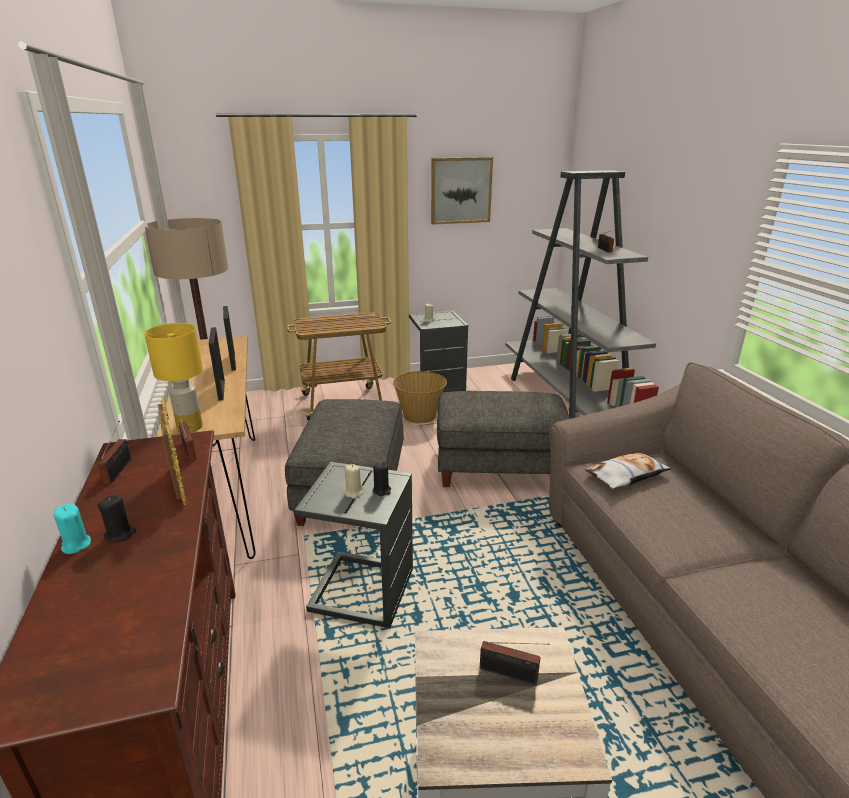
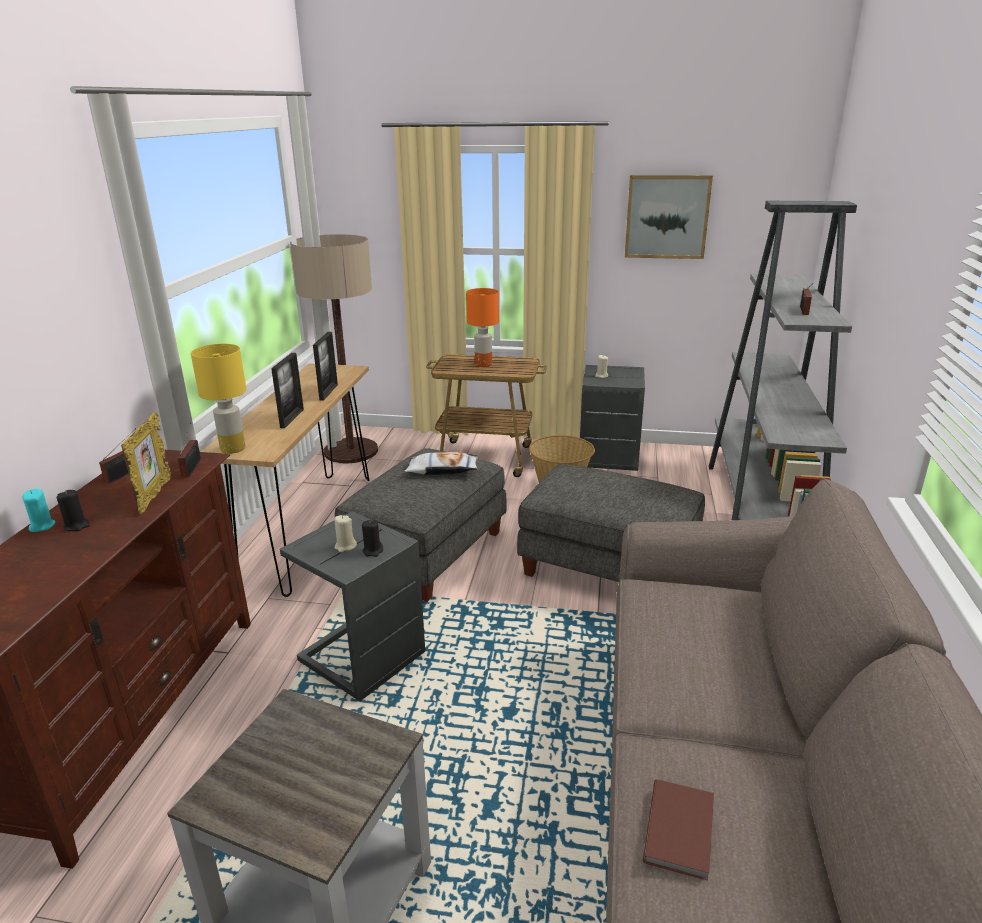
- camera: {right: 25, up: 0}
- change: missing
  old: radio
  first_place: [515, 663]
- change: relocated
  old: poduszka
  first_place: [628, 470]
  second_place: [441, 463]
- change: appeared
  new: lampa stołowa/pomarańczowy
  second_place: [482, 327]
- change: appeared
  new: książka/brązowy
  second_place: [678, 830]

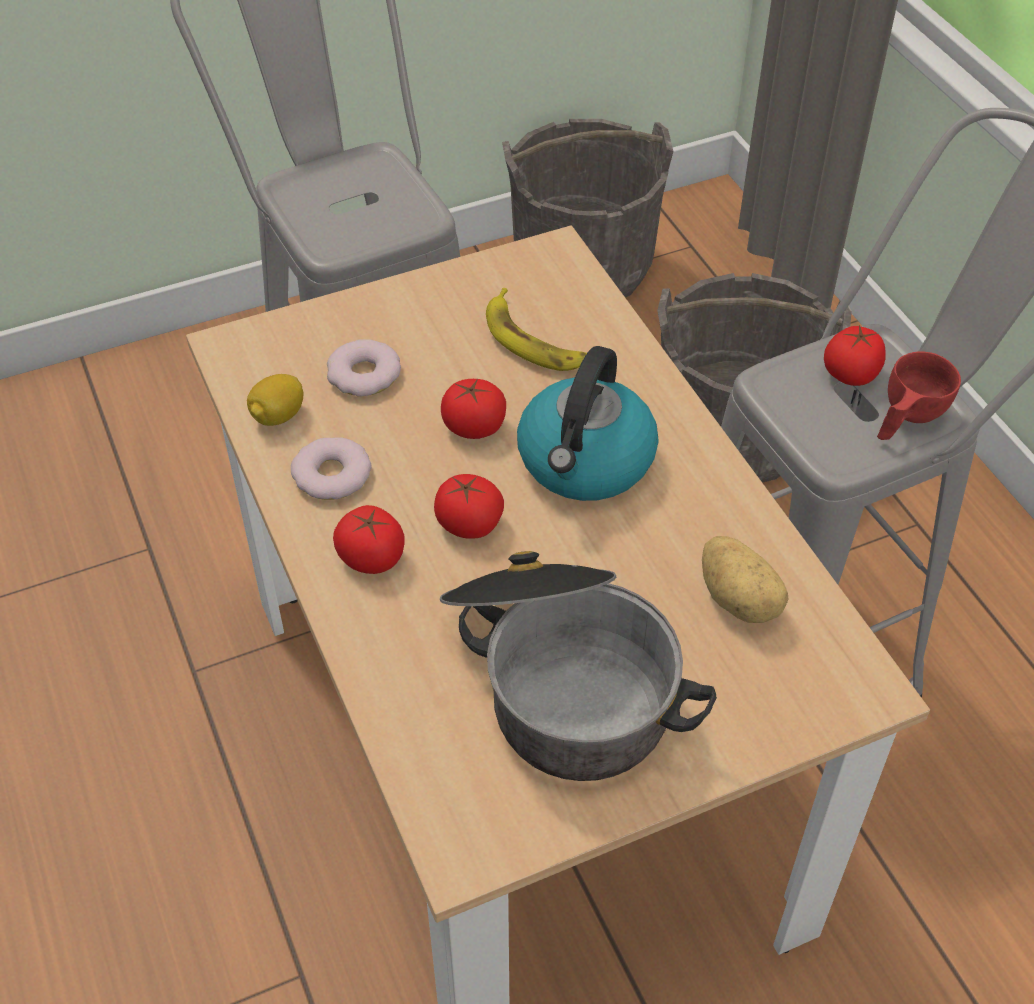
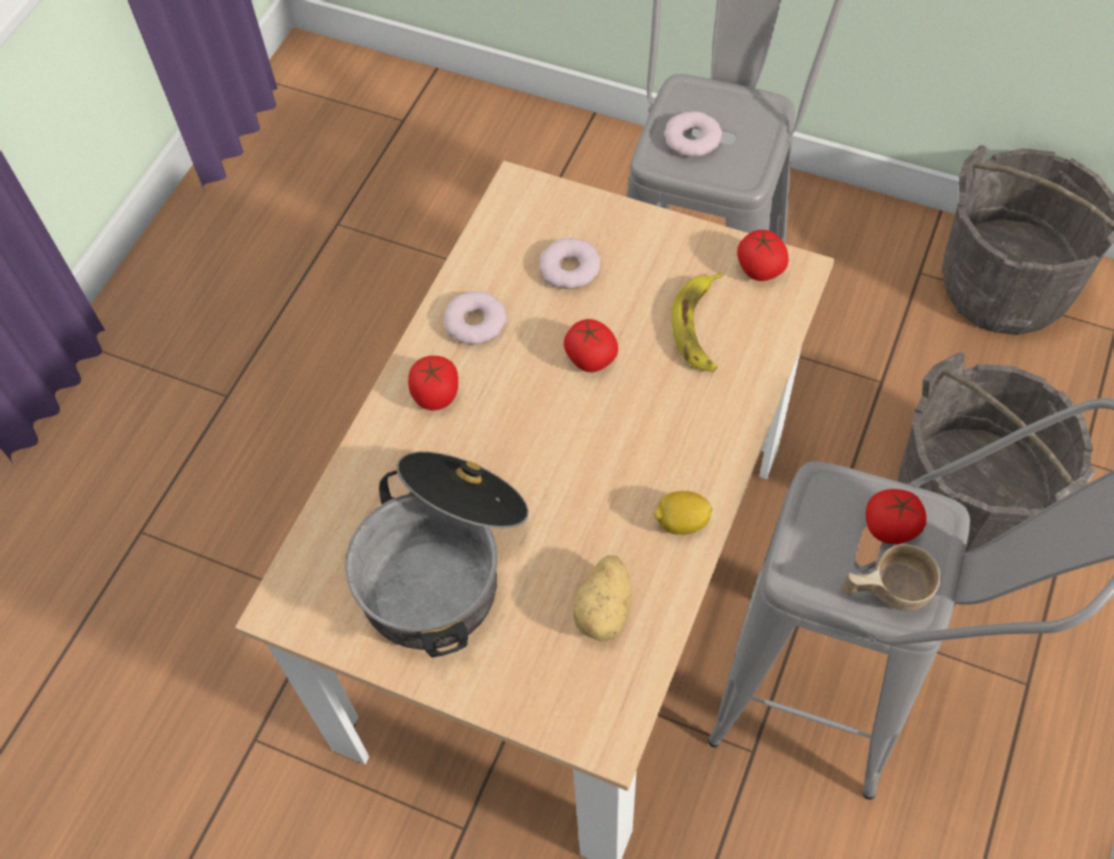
- camera: {right: 50, up: 10}
- change: relocated
  old: cytryna
  first_place: [275, 400]
  second_place: [683, 513]
- change: relocated
  old: pomidor
  first_place: [469, 506]
  second_place: [763, 255]
- change: missing
  old: czajnik
  first_place: [587, 423]
- change: colour
  old: filiżanka/czerwony
  new: filiżanka/beżowy
  first_place: [919, 396]
  second_place: [890, 577]
- change: appeared
  new: donut
  second_place: [693, 134]

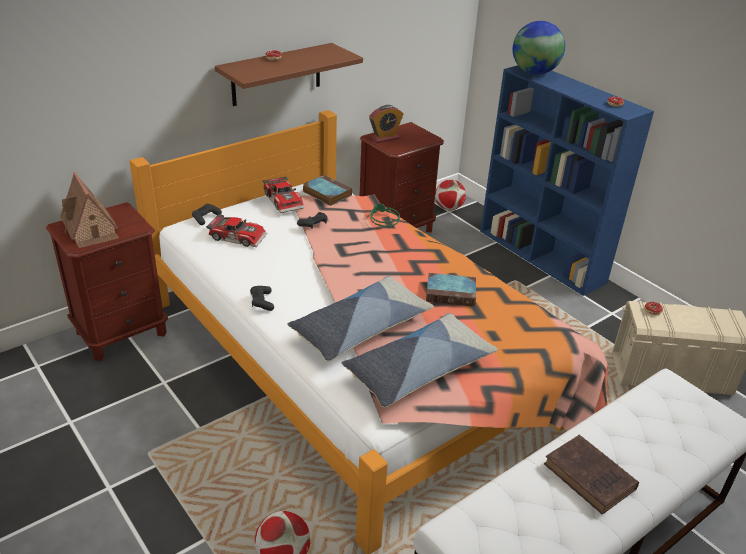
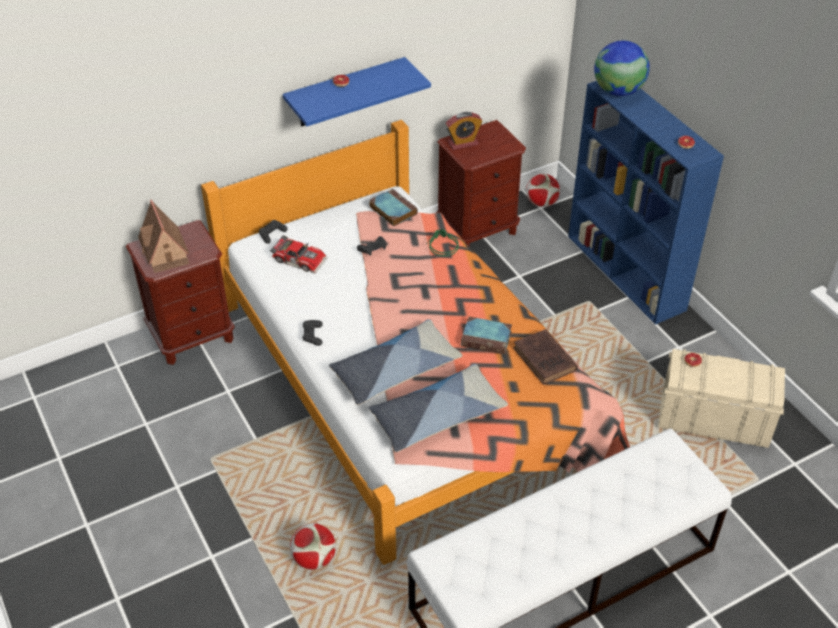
- camera: {right: 10, up: 10}
- change: colour
  old: półka/brązowy
  new: półka/niebieski
  first_place: [289, 74]
  second_place: [357, 92]
- change: missing
  old: samochodzik
  first_place: [283, 194]
- change: relocated
  old: książka/brązowy
  first_place: [591, 475]
  second_place: [545, 357]

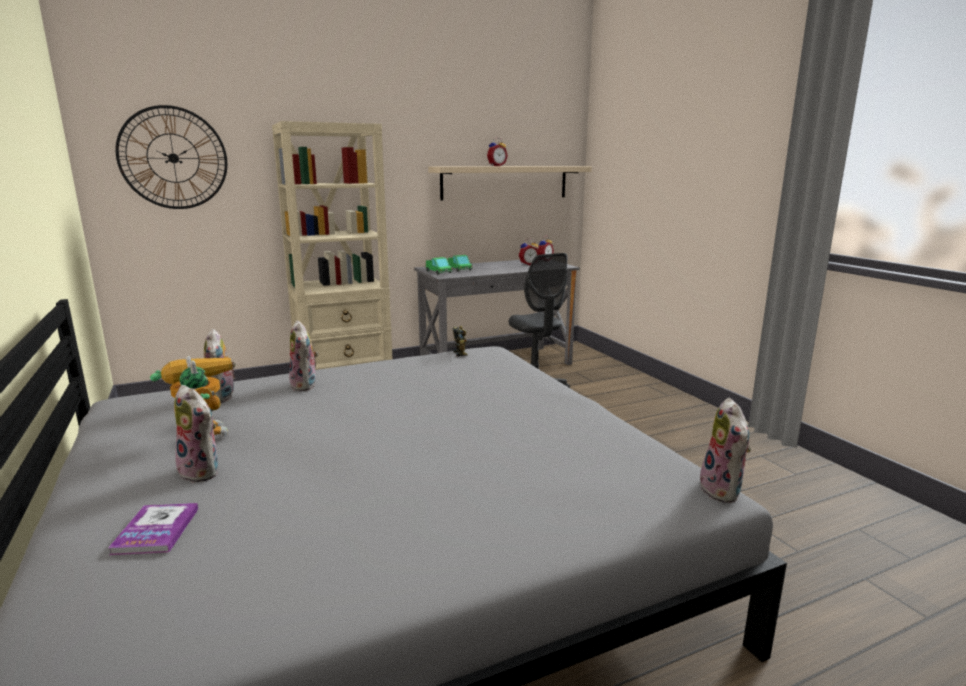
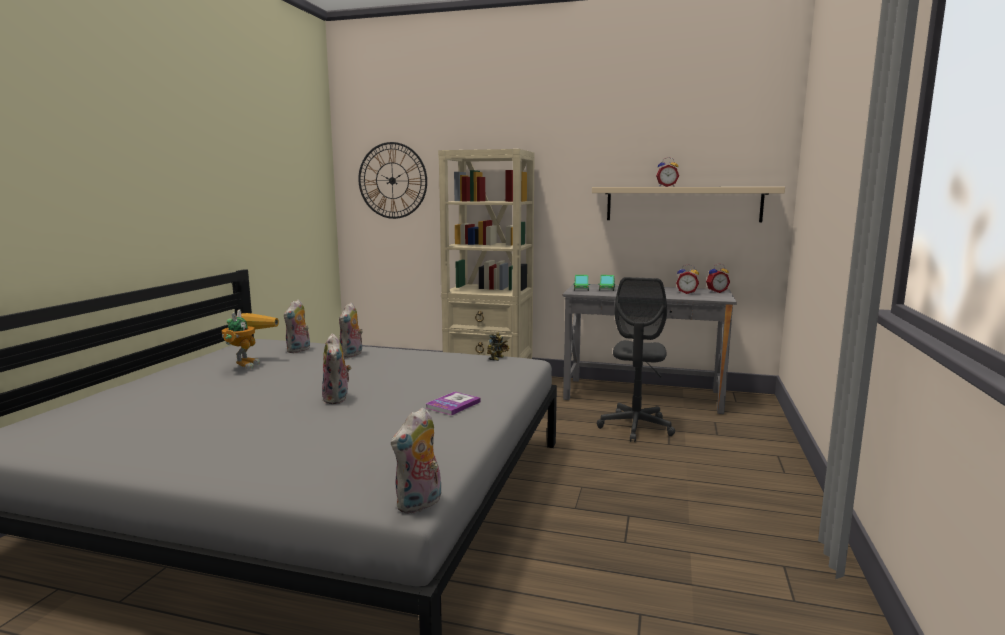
- camera: {right: 40, up: -5}
- change: relocated
  old: książka
  first_place: [153, 529]
  second_place: [453, 403]
- change: relocated
  old: pluszak
  first_place: [196, 434]
  second_place: [336, 368]

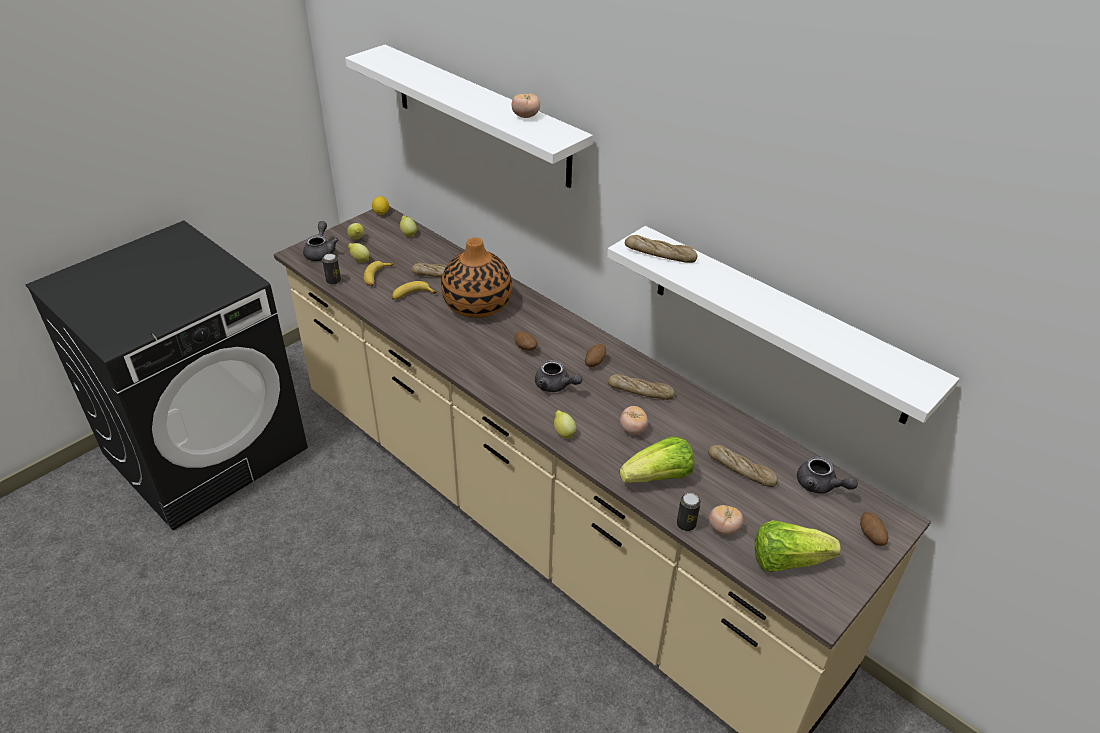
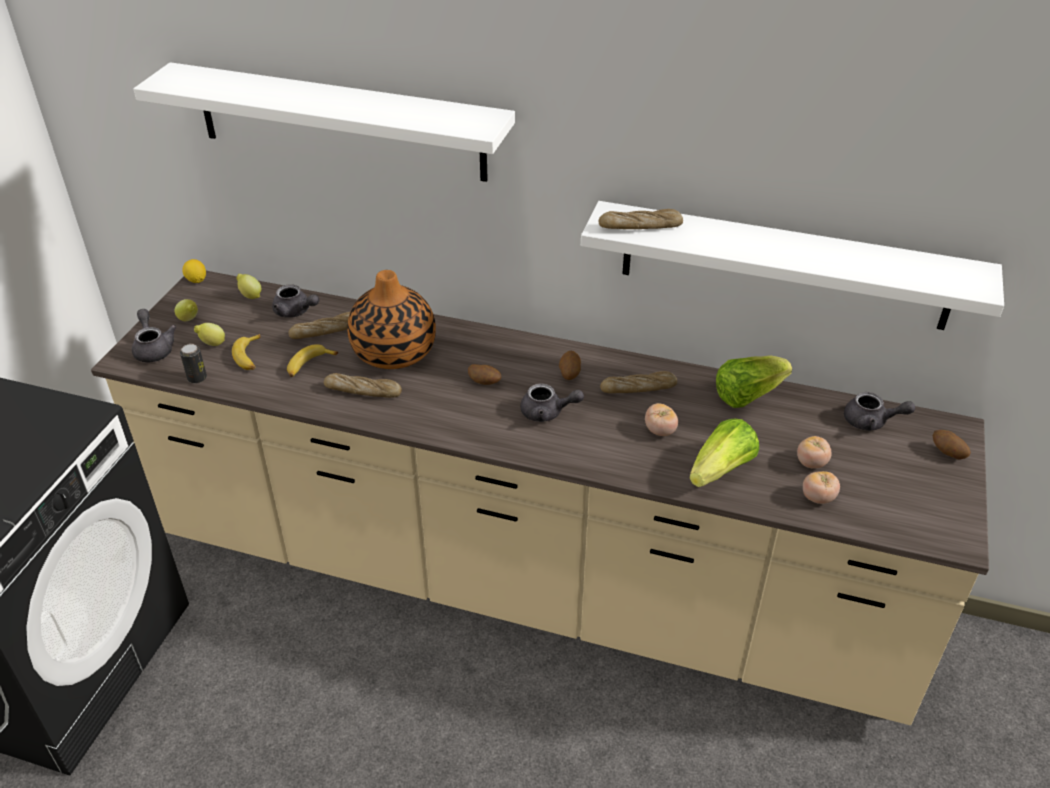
- camera: {right: -25, up: 0}
- change: relocated
  old: pomidor
  first_place: [526, 105]
  second_place: [814, 452]
- change: missing
  old: cytryna
  first_place: [565, 424]
- change: missing
  old: puszka
  first_place: [689, 512]
- change: relocated
  old: chleb
  first_place: [743, 466]
  second_place: [363, 385]
- change: relocated
  old: sałata
  first_place: [798, 546]
  second_place: [754, 381]
- change: appeared
  new: imbryk/szary
  second_place: [295, 301]

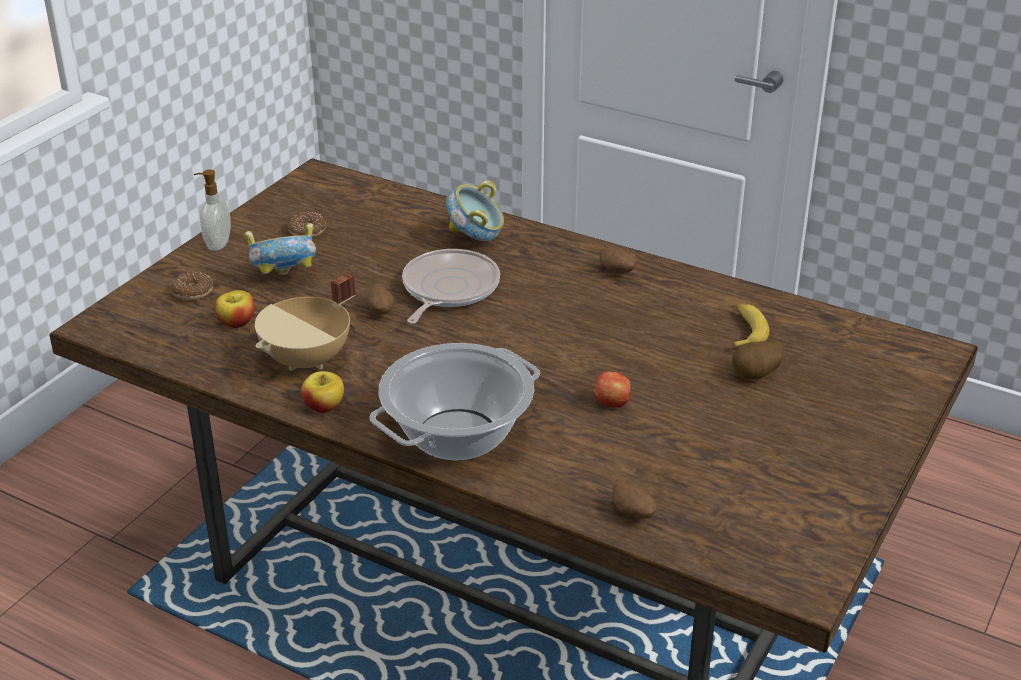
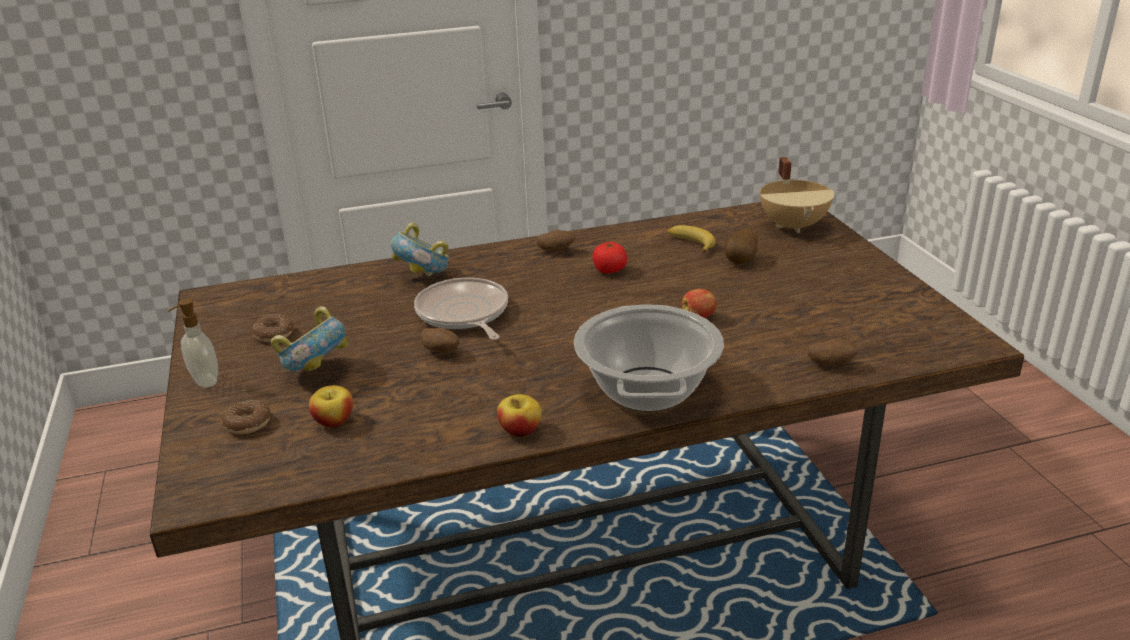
- camera: {right: -45, up: -5}
- change: relocated
  old: garnek/beżowy
  first_place: [305, 321]
  second_place: [797, 195]
- change: appeared
  new: pomidor
  second_place: [610, 258]

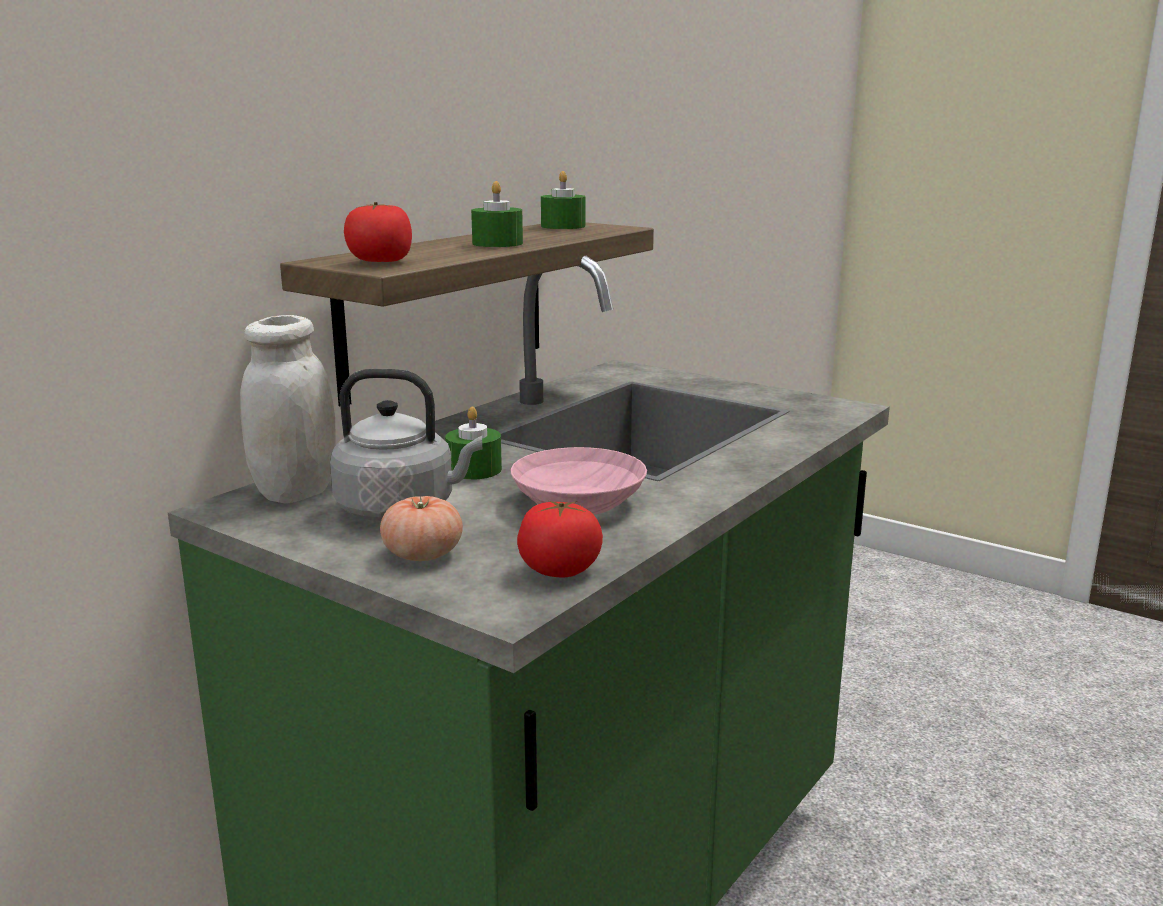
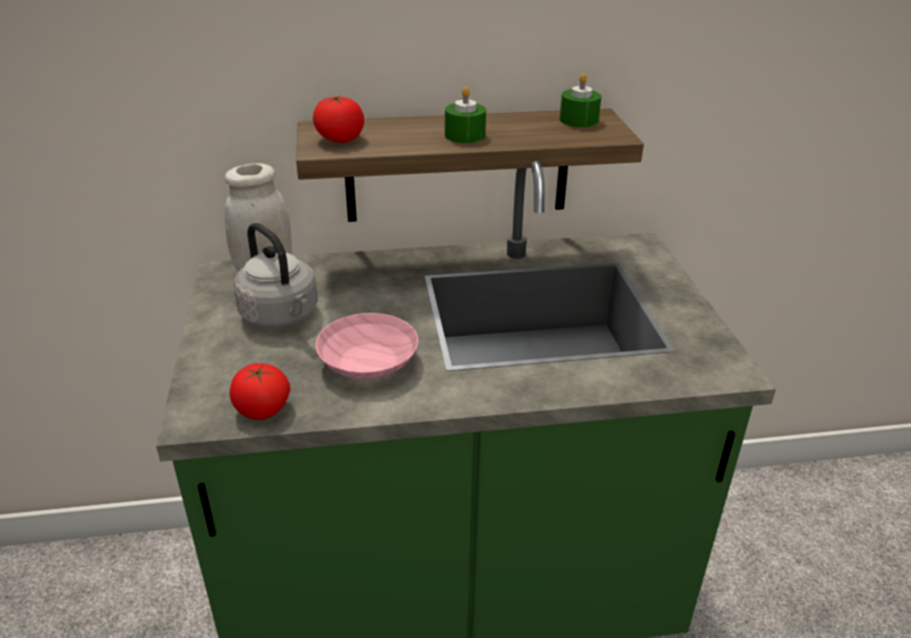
- camera: {right: 45, up: 15}
- change: missing
  old: pomidor
  first_place: [421, 528]
- change: missing
  old: świeca/zielony
  first_place: [473, 443]

